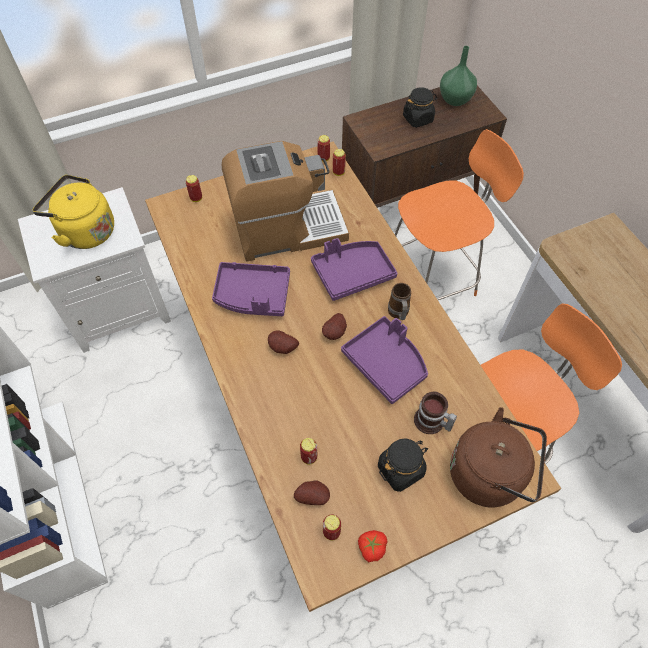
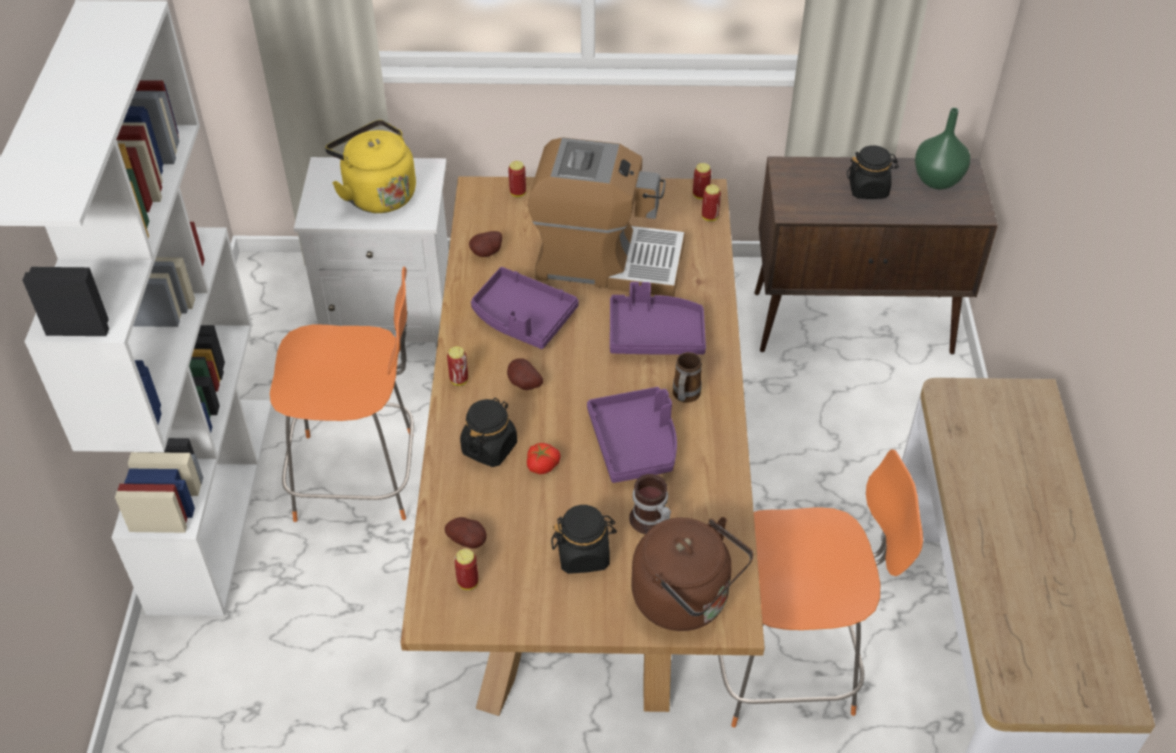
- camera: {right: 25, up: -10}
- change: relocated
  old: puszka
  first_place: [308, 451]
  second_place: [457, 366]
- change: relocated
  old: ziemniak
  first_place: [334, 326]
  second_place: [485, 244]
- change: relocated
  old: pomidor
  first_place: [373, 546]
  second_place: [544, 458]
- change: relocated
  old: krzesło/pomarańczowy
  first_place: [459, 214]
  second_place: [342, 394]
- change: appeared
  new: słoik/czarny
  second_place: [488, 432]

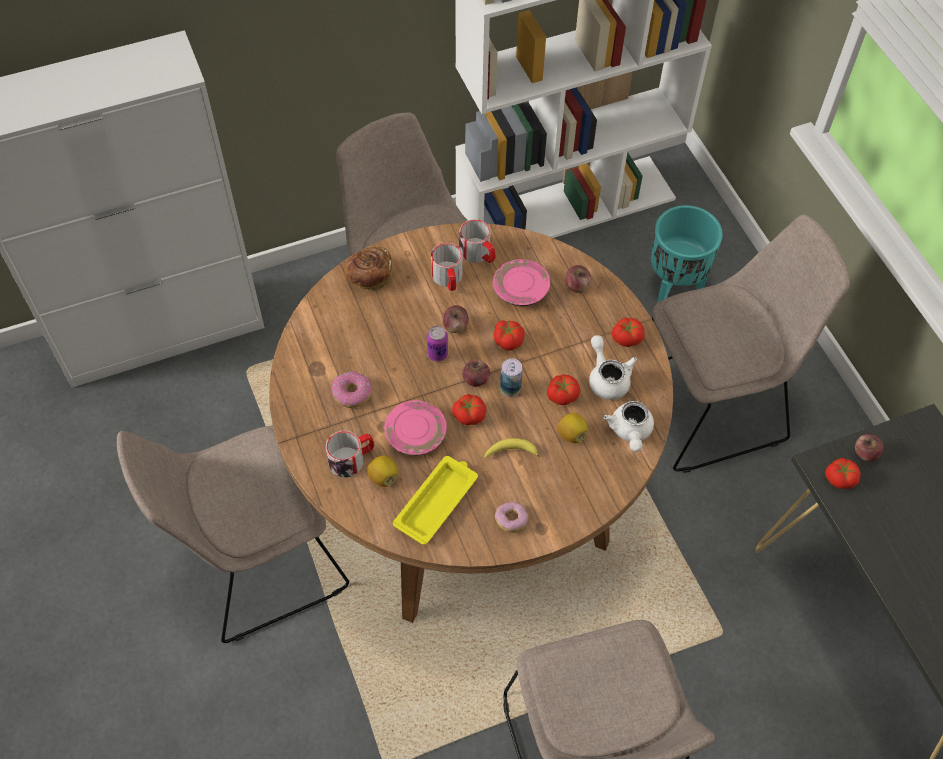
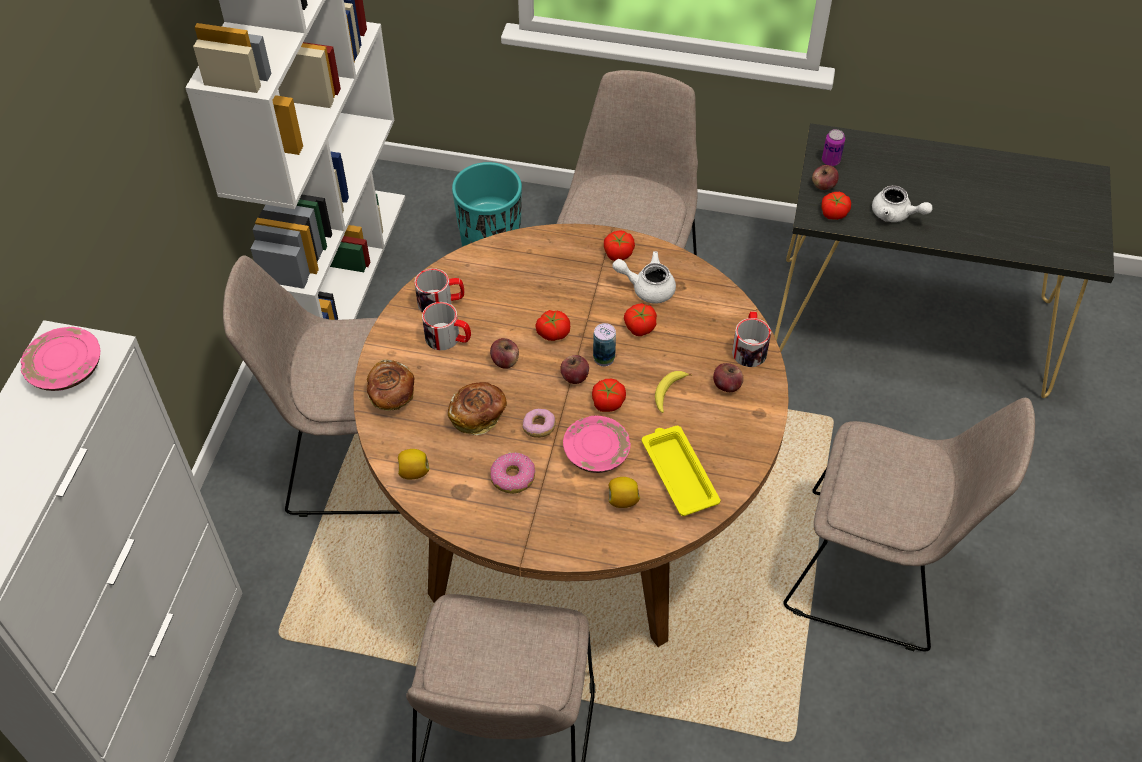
- camera: {right: -55, up: -5}
- change: relocated
  old: kubek
  first_place: [350, 454]
  second_place: [751, 339]
- change: relocated
  old: puszka
  first_place: [437, 344]
  second_place: [833, 147]
- change: relocated
  old: talerz/różowy
  first_place: [521, 282]
  second_place: [60, 359]
- change: relocated
  old: donut
  first_place: [511, 517]
  second_place: [539, 423]
- change: relocated
  old: cytryna
  first_place: [572, 428]
  second_place: [414, 464]
- change: relocated
  old: jabłko
  first_place: [578, 279]
  second_place: [728, 377]
- change: relocated
  old: imbryk/biały
  first_place: [629, 426]
  second_place: [902, 203]
- change: appeared
  new: chleb
  second_place: [477, 408]

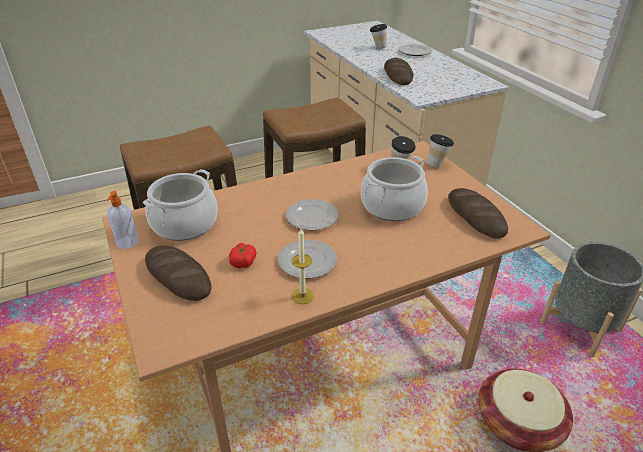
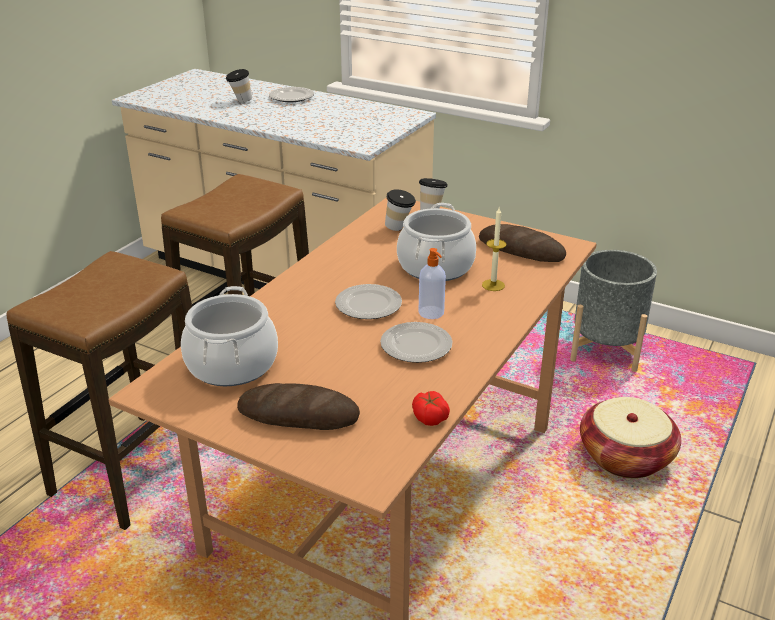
- camera: {right: -35, up: -5}
- change: relocated
  old: dozownik mydła
  first_place: [122, 220]
  second_place: [432, 283]
- change: relocated
  old: pomidor
  first_place: [242, 255]
  second_place: [431, 408]
- change: relocated
  old: świeca
  first_place: [302, 266]
  second_place: [494, 249]
- change: missing
  old: chleb
  first_place: [398, 71]

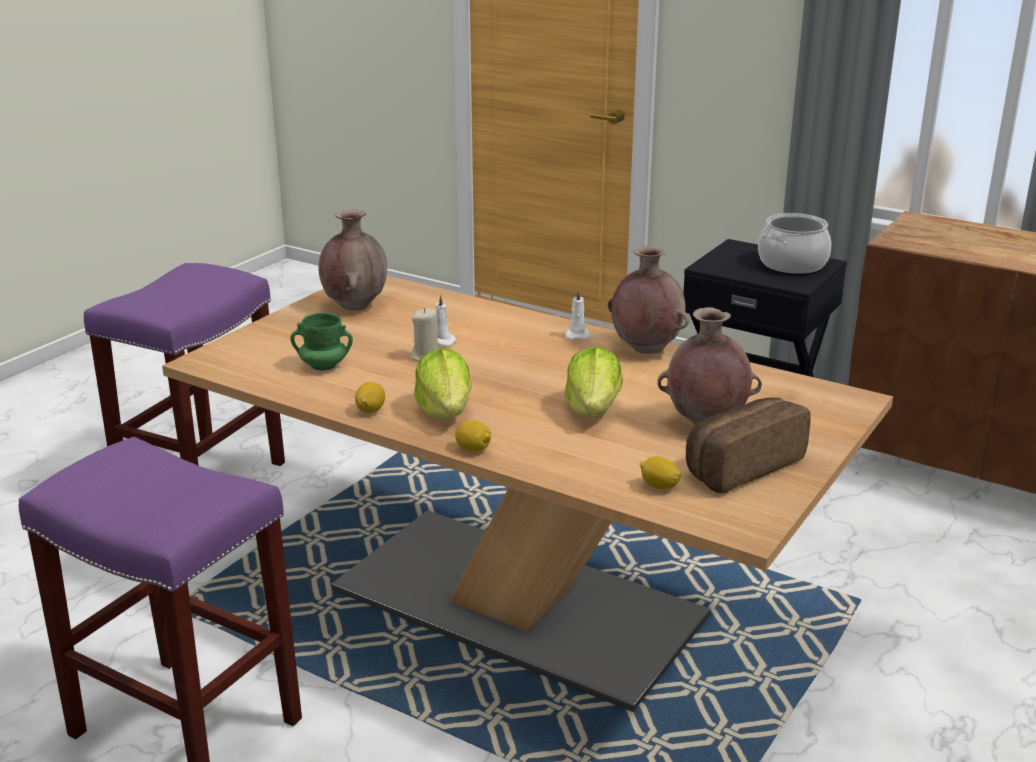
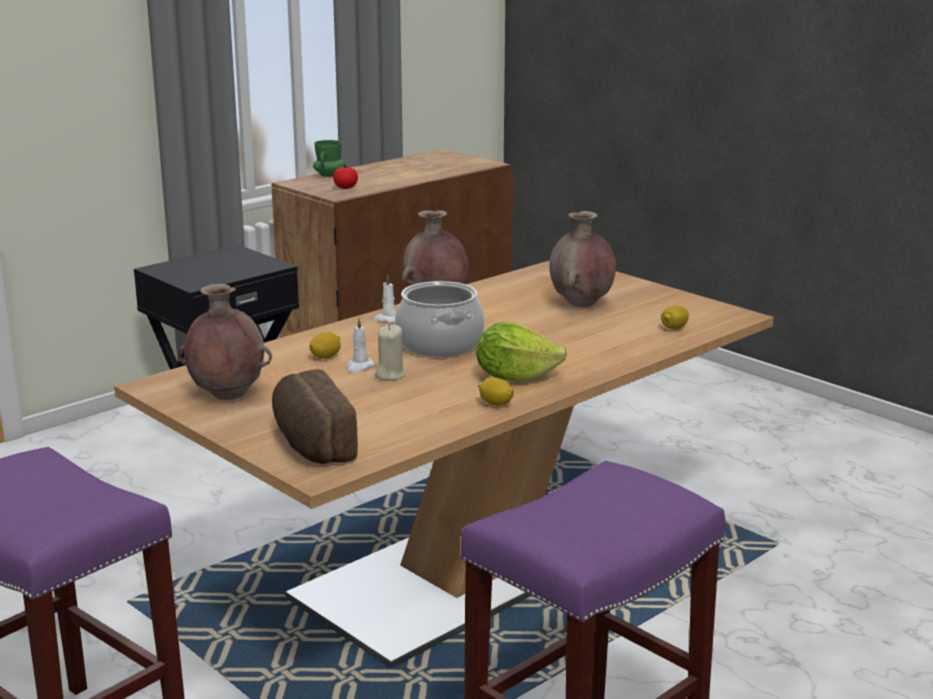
- camera: {right: -75, up: -5}
- change: relocated
  old: kubek/zielony
  first_place: [321, 341]
  second_place: [329, 158]
- change: relocated
  old: cytryna
  first_place: [473, 436]
  second_place: [325, 345]
- change: missing
  old: sałata
  first_place: [594, 382]
- change: relocated
  old: chleb
  first_place: [748, 445]
  second_place: [315, 416]
- change: relocated
  old: garnek
  first_place: [794, 243]
  second_place: [440, 319]
- change: appeared
  new: pomidor
  second_place: [345, 176]

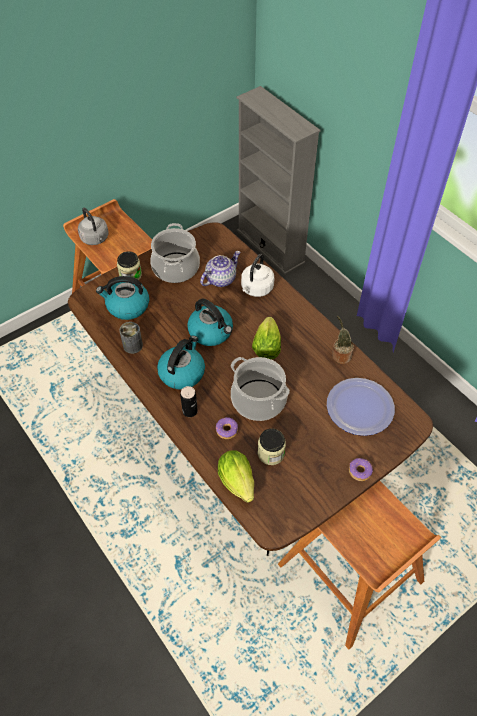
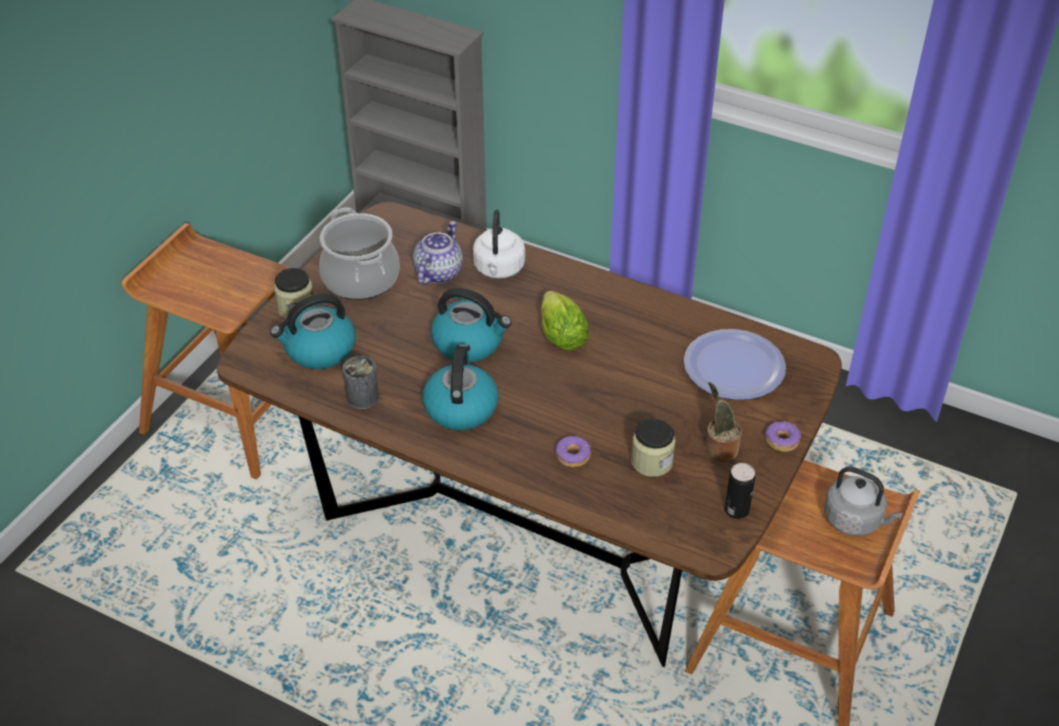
- camera: {right: -25, up: -10}
- change: relocated
  old: czajnik/szary
  first_place: [93, 226]
  second_place: [863, 501]
- change: relocated
  old: puszka
  first_place: [189, 401]
  second_place: [739, 491]
- change: missing
  old: sałata
  first_place: [236, 476]
- change: missing
  old: garnek
  first_place: [260, 389]
- change: relocated
  old: roślina doniczkowa
  first_place: [343, 340]
  second_place: [724, 422]

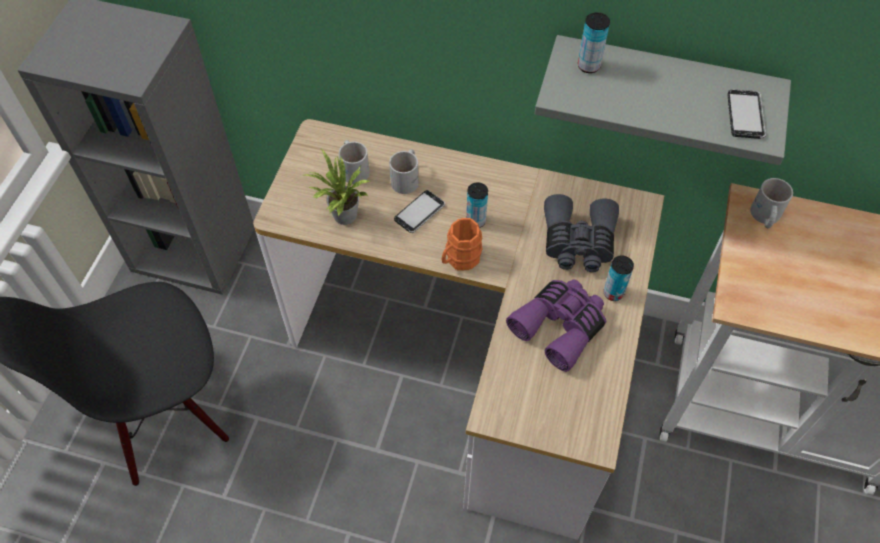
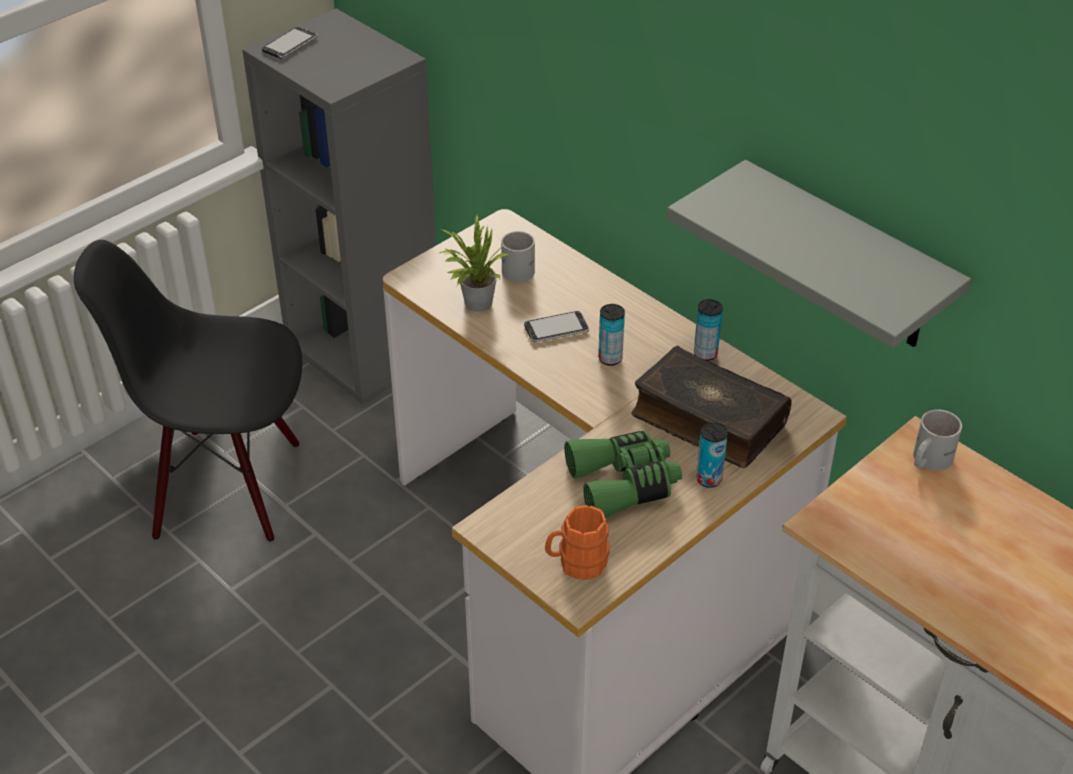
- camera: {right: 30, up: -15}
- change: missing
  old: kubek/biały
  first_place: [404, 171]
- change: relocated
  old: kubek/pomarańczowy
  first_place: [462, 244]
  second_place: [577, 542]
- change: colour
  old: lornetka/fioletowy
  new: lornetka/zielony
  first_place: [556, 325]
  second_place: [623, 474]
- change: exchanged
  old: lornetka/szary
  new: książka
  first_place: [581, 233]
  second_place: [711, 407]
- change: relocated
  old: puszka
  first_place: [594, 42]
  second_place: [708, 330]
- change: relocated
  old: telefon
  first_place: [746, 114]
  second_place: [290, 43]

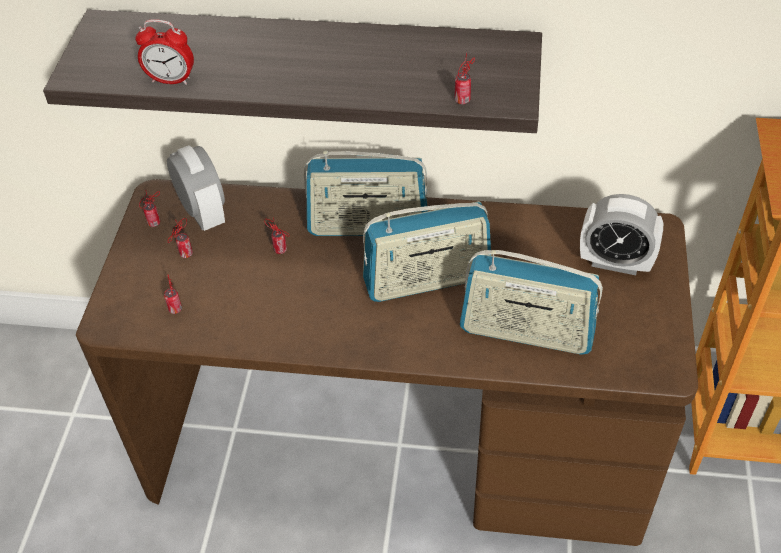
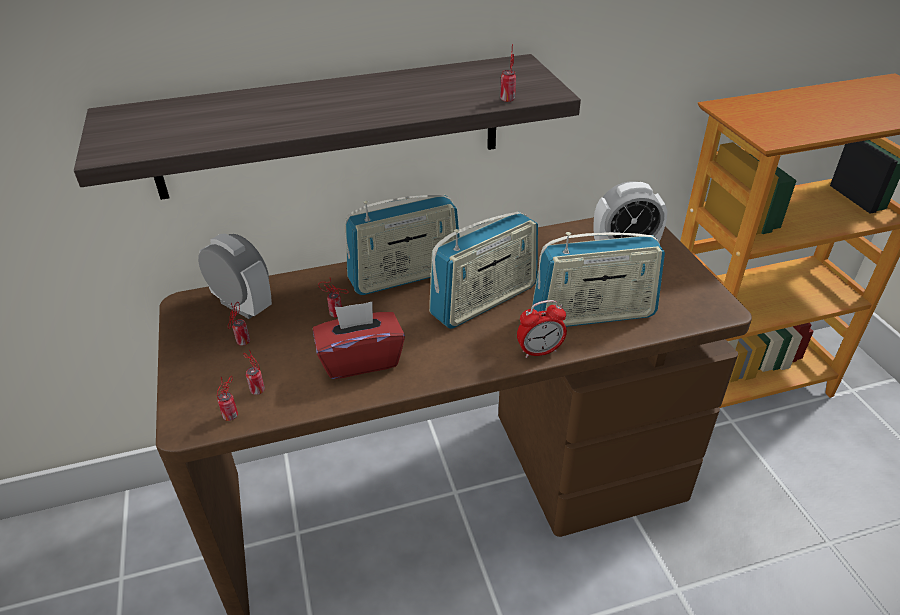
- camera: {right: -25, up: -10}
- change: relocated
  old: budzik
  first_place: [164, 52]
  second_place: [542, 329]
- change: relocated
  old: puszka
  first_place: [149, 209]
  second_place: [227, 398]
- change: appeared
  new: pudełko chusteczek/czerwony
  second_place: [359, 340]

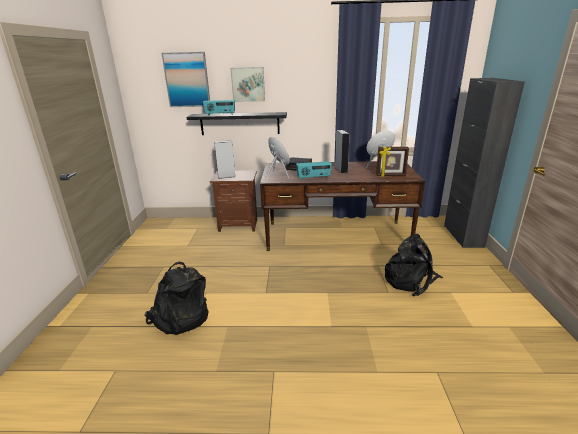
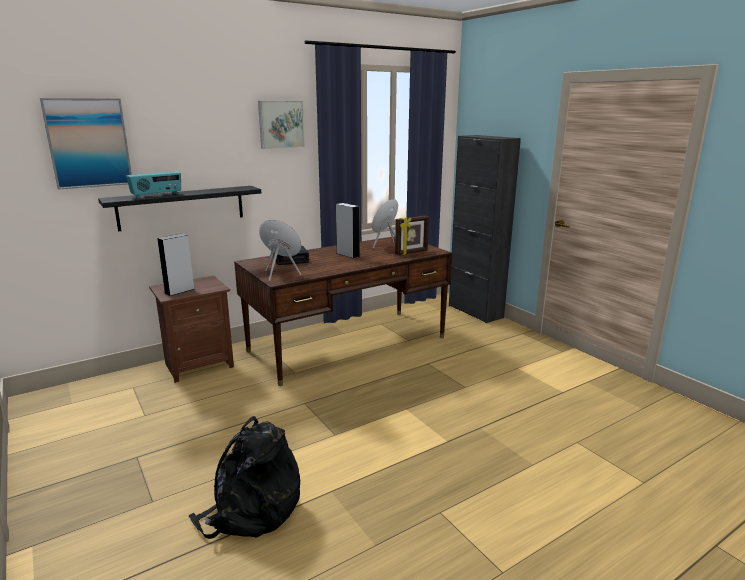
- camera: {right: -35, up: -5}
- change: relocated
  old: obraz
  first_place: [247, 84]
  second_place: [281, 125]
- change: missing
  old: radio
  first_place: [314, 170]
- change: missing
  old: plecak/czarny
  first_place: [414, 265]

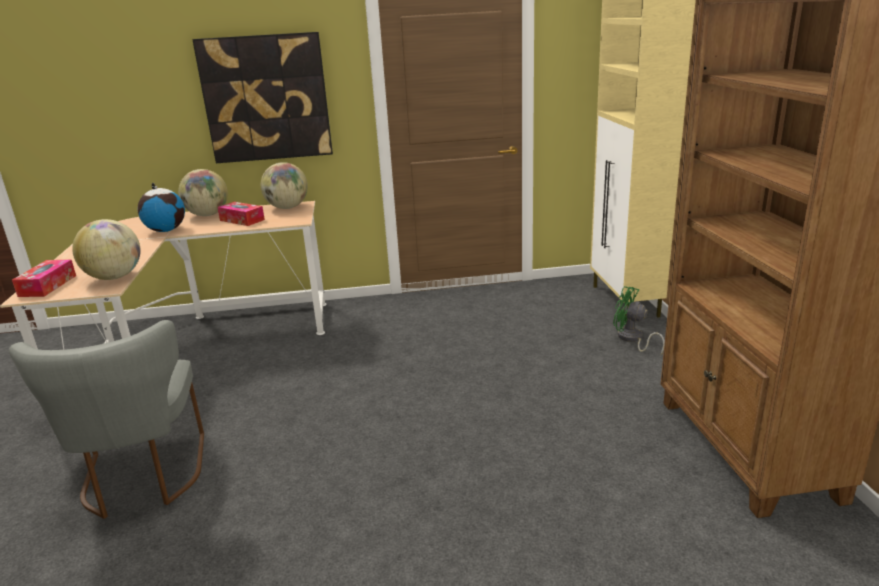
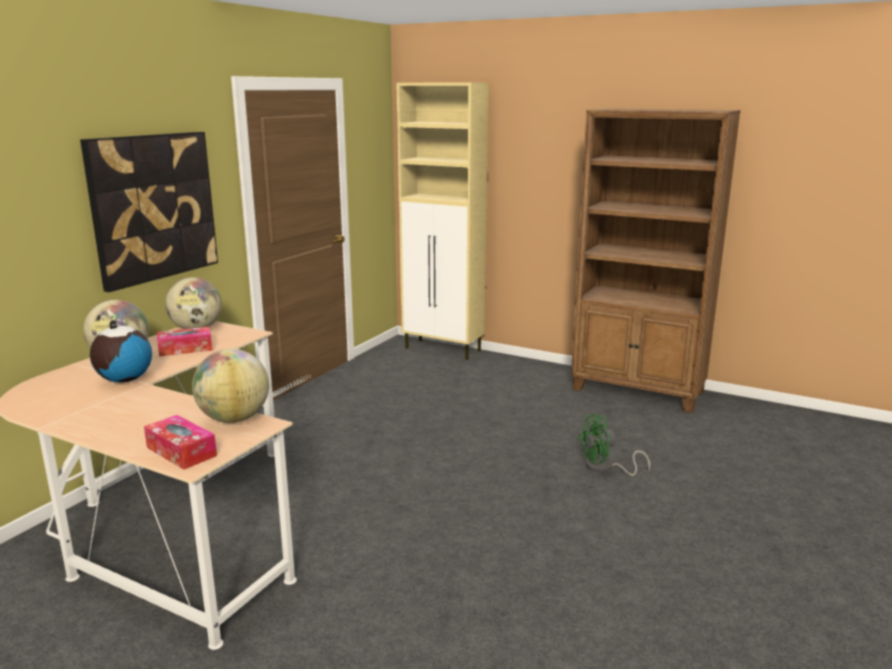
- camera: {right: -55, up: -5}
- change: missing
  old: krzesło/szary
  first_place: [106, 419]
- change: relocated
  old: wentylator/zielony
  first_place: [639, 320]
  second_place: [613, 445]

